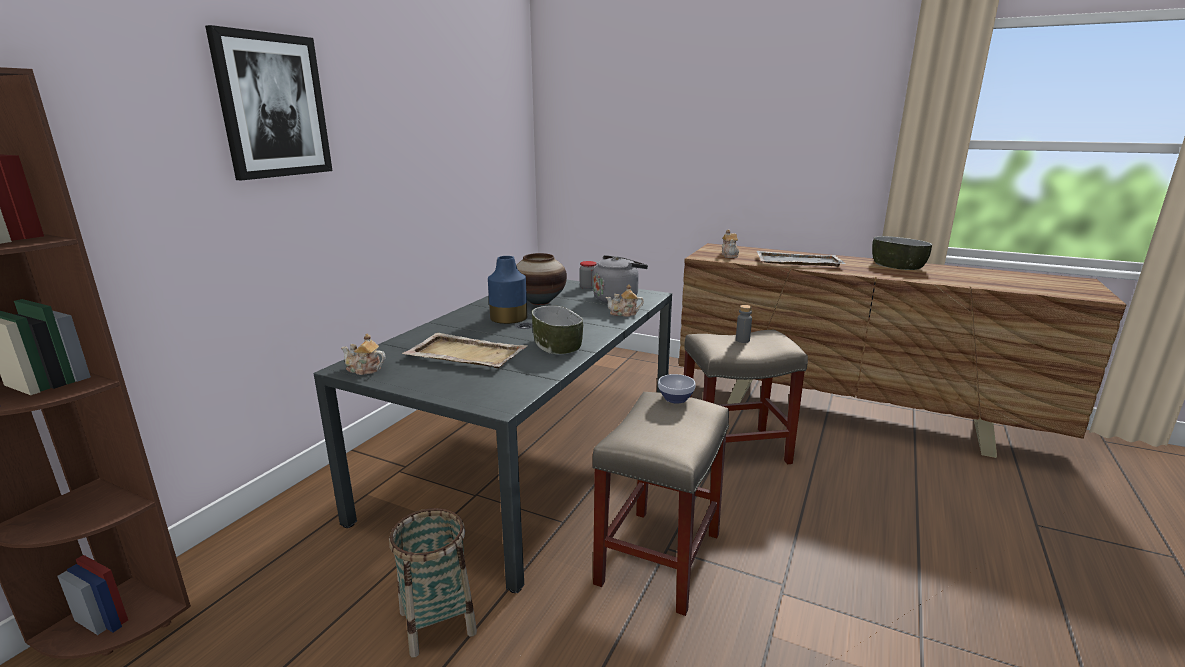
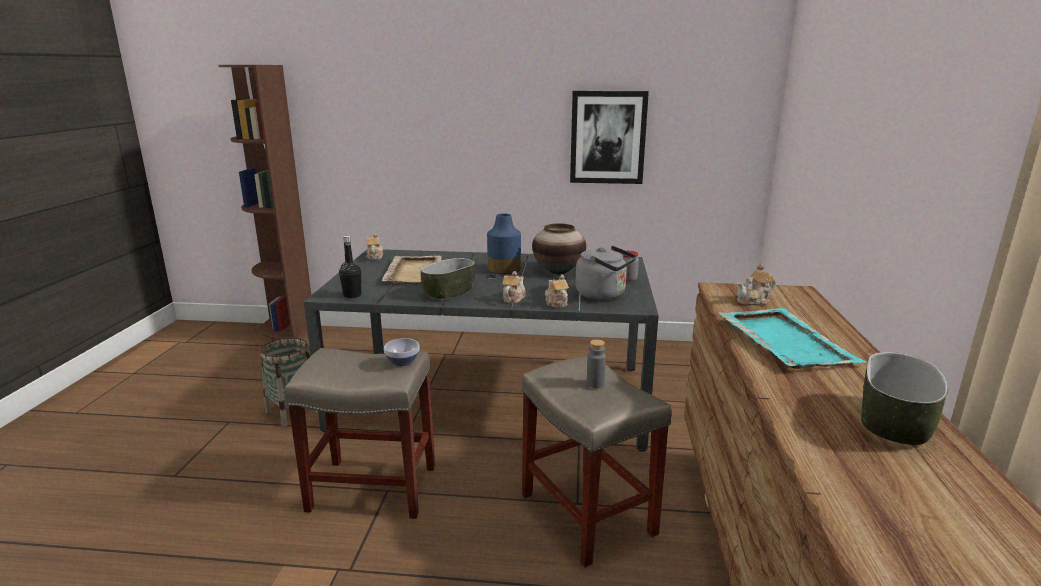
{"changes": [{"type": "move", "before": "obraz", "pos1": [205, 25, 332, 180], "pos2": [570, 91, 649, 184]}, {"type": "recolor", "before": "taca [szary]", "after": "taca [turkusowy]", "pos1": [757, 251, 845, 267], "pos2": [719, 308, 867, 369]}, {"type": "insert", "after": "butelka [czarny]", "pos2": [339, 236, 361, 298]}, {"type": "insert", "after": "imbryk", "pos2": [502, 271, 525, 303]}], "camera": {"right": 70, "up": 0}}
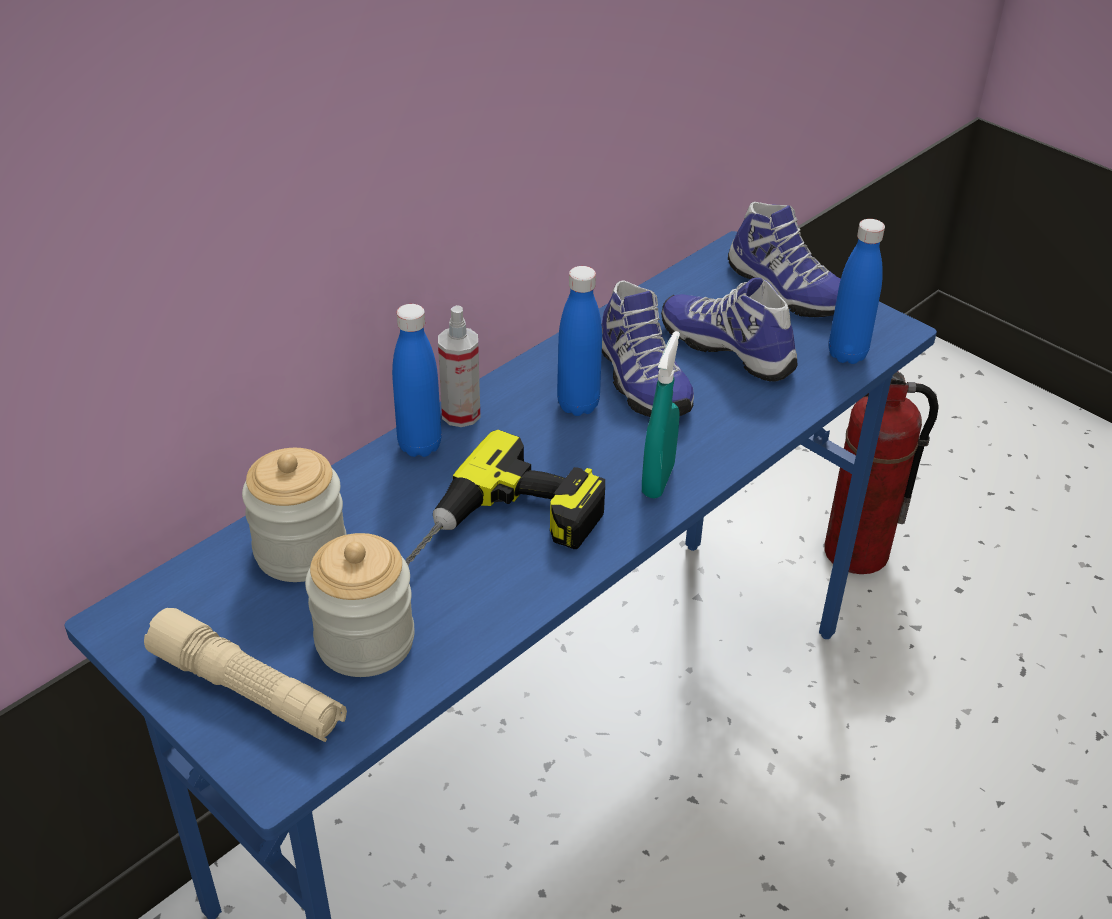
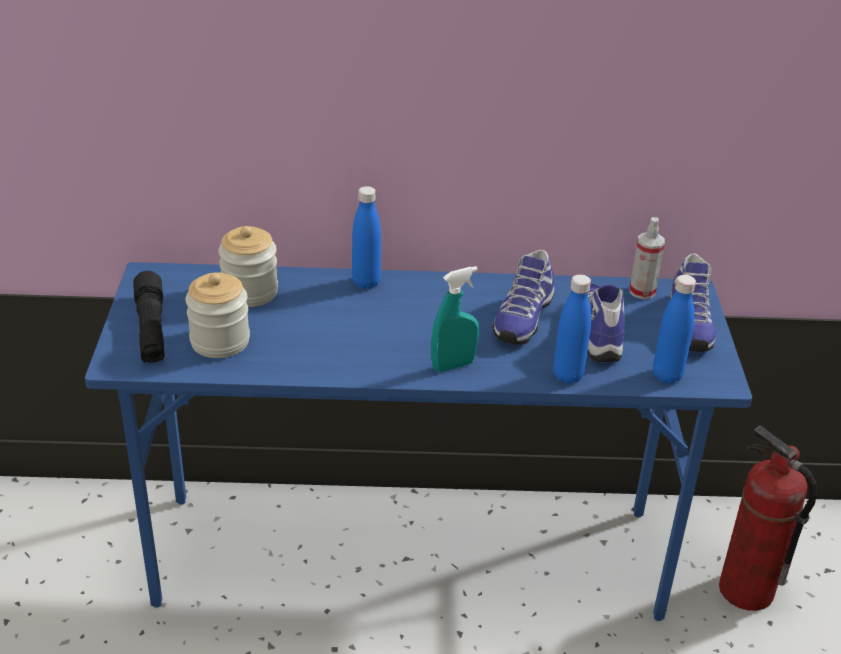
{"changes": [{"type": "move", "before": "butelka [niebieski]", "pos1": [557, 266, 602, 416], "pos2": [553, 274, 591, 384]}, {"type": "move", "before": "spryskiwacz", "pos1": [438, 305, 480, 427], "pos2": [629, 217, 665, 299]}, {"type": "delete", "before": "wiertarka", "pos1": [406, 430, 605, 566]}, {"type": "recolor", "before": "latarka [beżowy]", "after": "latarka [czarny]", "pos1": [144, 608, 347, 742], "pos2": [133, 271, 165, 363]}], "camera": {"right": 45, "up": -5}}
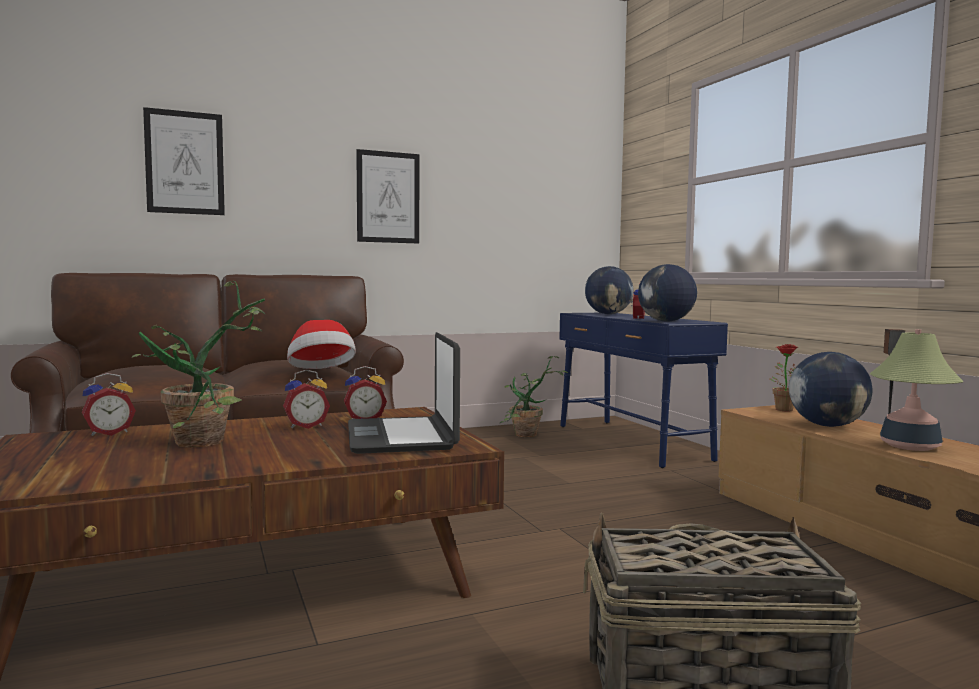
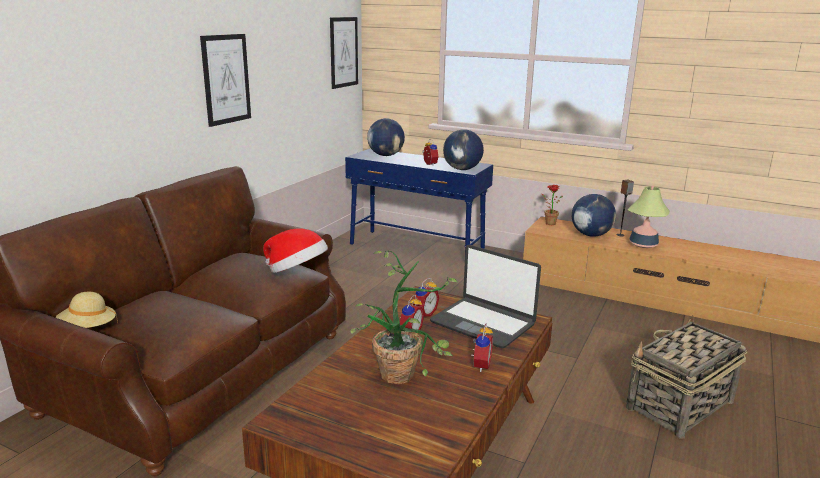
{"changes": [{"type": "move", "before": "obraz", "pos1": [143, 107, 225, 215], "pos2": [330, 17, 358, 89]}, {"type": "delete", "before": "roślina doniczkowa", "pos1": [500, 356, 568, 437]}, {"type": "move", "before": "budzik", "pos1": [82, 373, 136, 436], "pos2": [471, 323, 493, 372]}, {"type": "insert", "after": "kapelusz [beżowy]", "pos2": [55, 292, 118, 328]}], "camera": {"right": -40, "up": 15}}
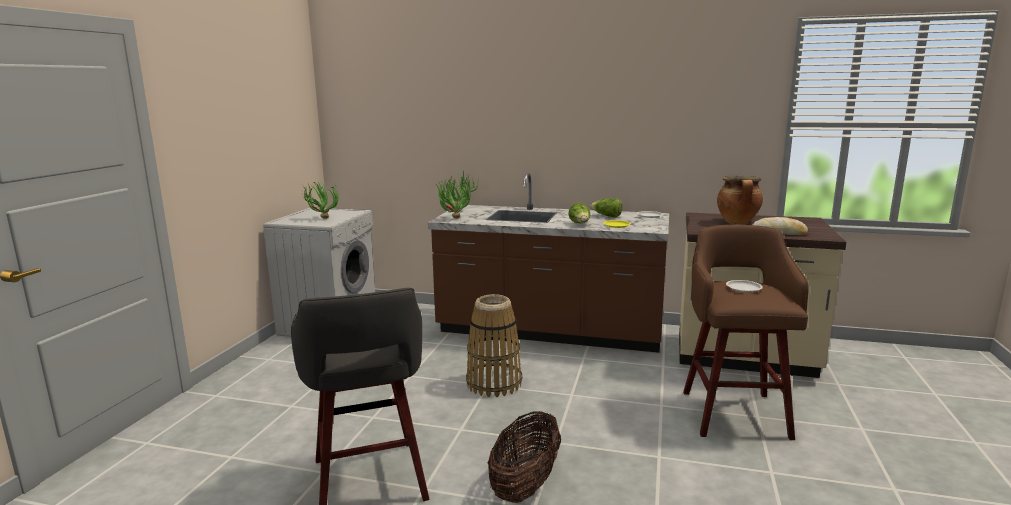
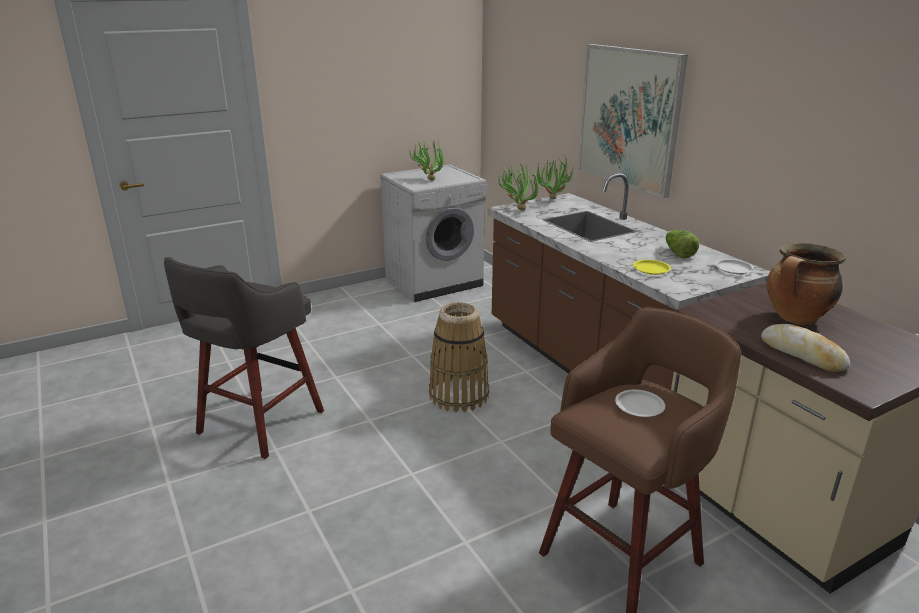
{"changes": [{"type": "delete", "before": "sałata", "pos1": [568, 203, 590, 223]}, {"type": "delete", "before": "koszyk", "pos1": [488, 411, 561, 503]}, {"type": "insert", "after": "obraz", "pos2": [578, 44, 688, 198]}], "camera": {"right": 45, "up": 10}}
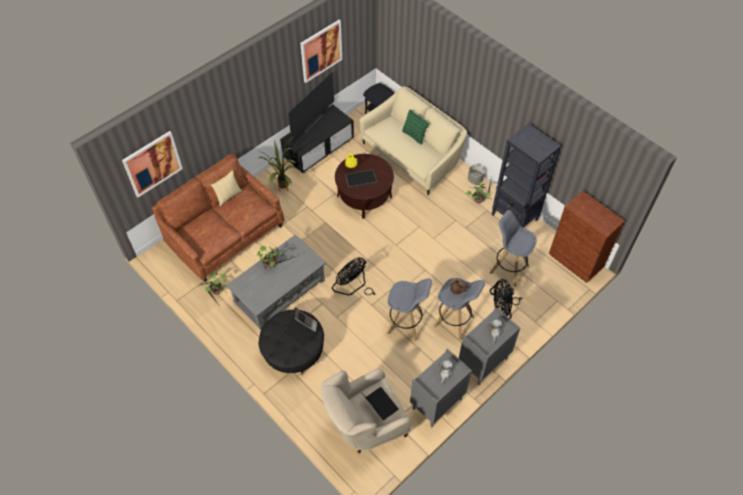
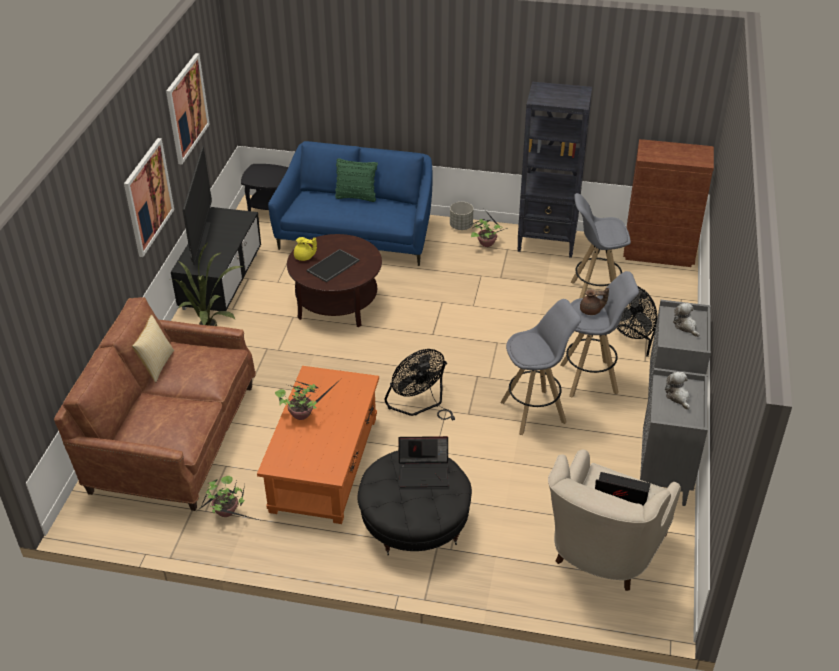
{"changes": [{"type": "recolor", "before": "kanapa [beżowy]", "after": "kanapa [niebieski]", "pos1": [360, 86, 467, 195], "pos2": [268, 141, 433, 266]}, {"type": "move", "before": "obraz", "pos1": [122, 131, 183, 197], "pos2": [124, 138, 174, 257]}, {"type": "recolor", "before": "ława [szary]", "after": "ława [pomarańczowy]", "pos1": [226, 234, 326, 330], "pos2": [257, 366, 379, 524]}, {"type": "rotate", "before": "wentylator [czarny]", "pos1": [332, 257, 375, 295], "pos2": [385, 349, 455, 421], "turn": 45}], "camera": {"right": -35, "up": -15}}
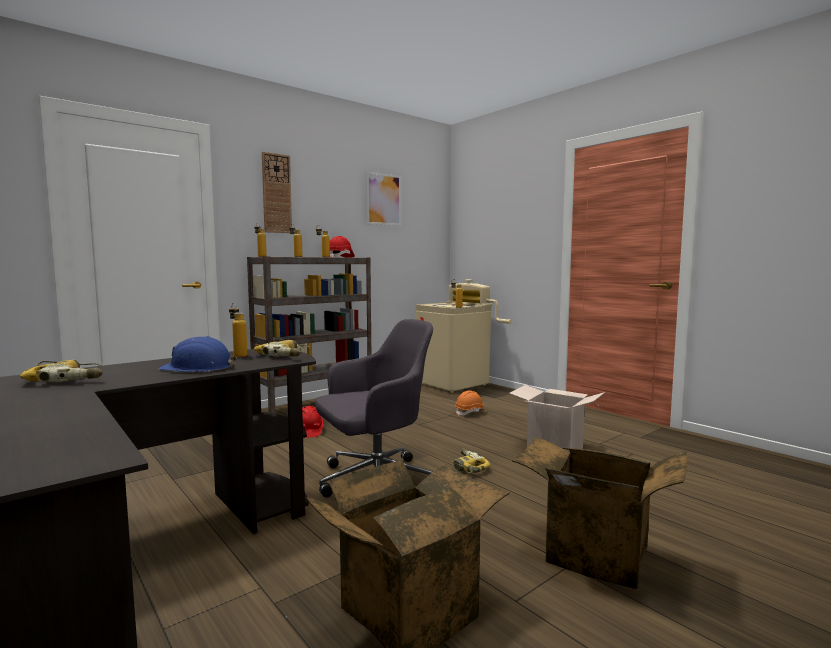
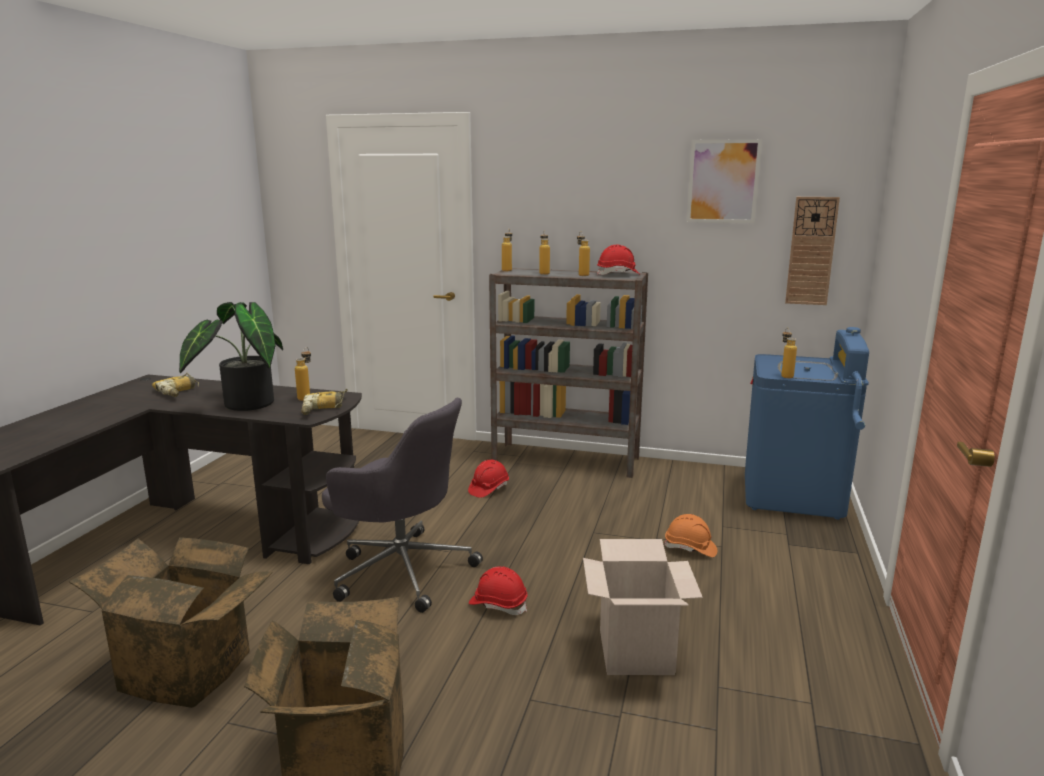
{"changes": [{"type": "move", "before": "zegar ścienny", "pos1": [262, 152, 292, 233], "pos2": [785, 197, 840, 305]}, {"type": "recolor", "before": "pralka [beżowy]", "after": "pralka [niebieski]", "pos1": [416, 279, 512, 393], "pos2": [745, 327, 869, 520]}, {"type": "replace", "before": "kask [niebieski]", "after": "roślina doniczkowa", "pos1": [159, 336, 237, 372], "pos2": [179, 302, 283, 411]}, {"type": "replace", "before": "wiertarka", "after": "kask [czerwony]", "pos1": [448, 448, 491, 474], "pos2": [469, 567, 528, 615]}], "camera": {"right": 55, "up": 10}}
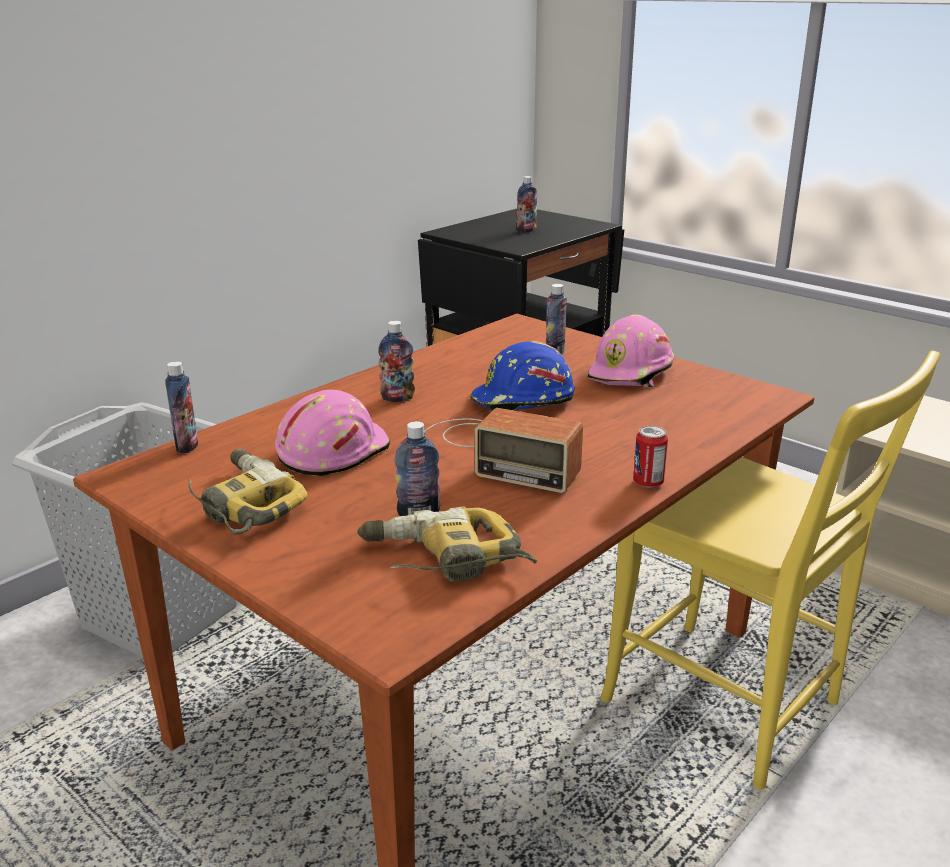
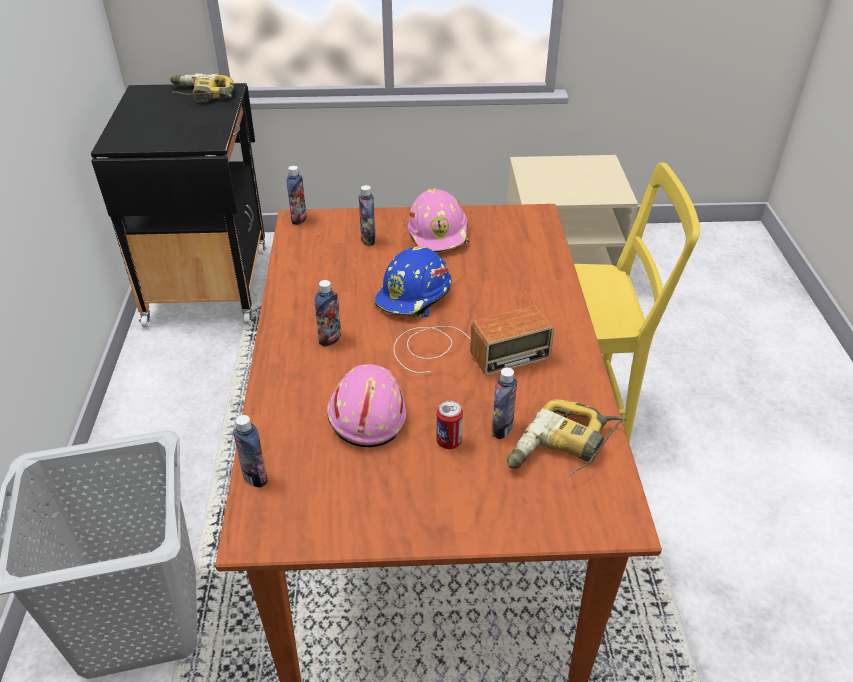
{"changes": [{"type": "move", "before": "butelka", "pos1": [517, 176, 537, 232], "pos2": [286, 166, 307, 225]}, {"type": "move", "before": "puszka", "pos1": [633, 426, 668, 488], "pos2": [436, 401, 463, 449]}, {"type": "move", "before": "wiertarka", "pos1": [188, 449, 308, 535], "pos2": [170, 73, 234, 103]}], "camera": {"right": -45, "up": 15}}
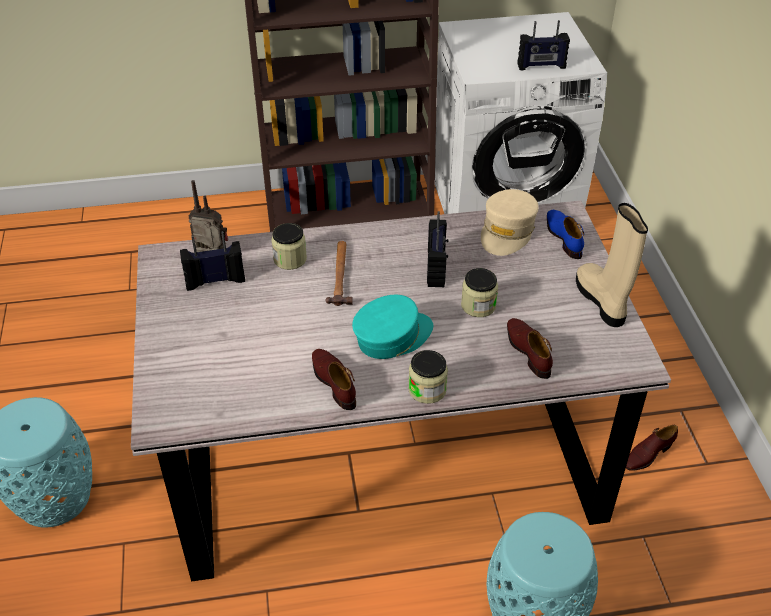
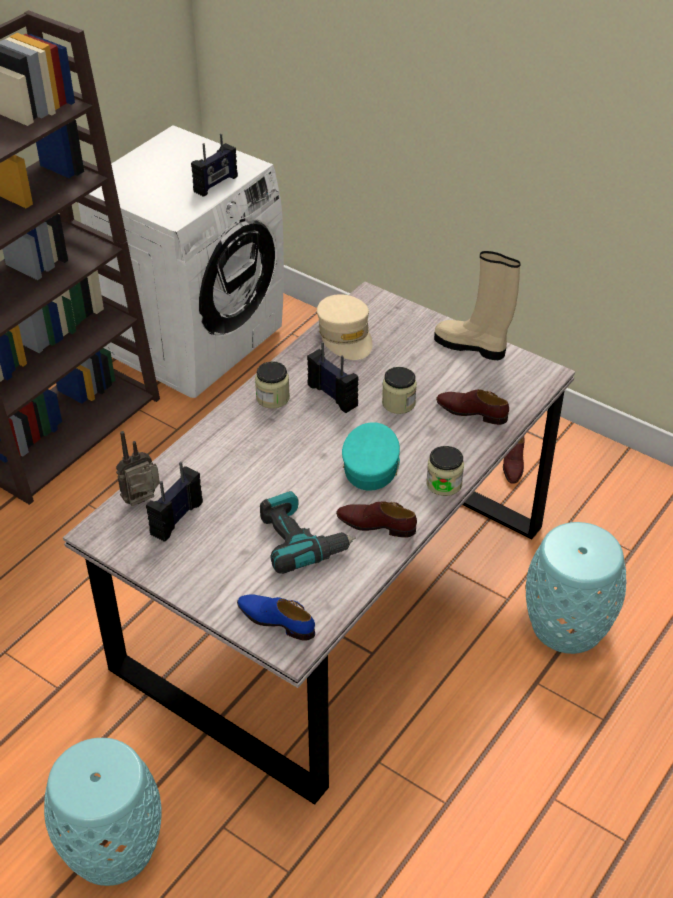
{"changes": [{"type": "move", "before": "but [niebieski]", "pos1": [547, 210, 584, 259], "pos2": [237, 594, 315, 641]}, {"type": "move", "before": "słoik", "pos1": [271, 223, 307, 270], "pos2": [255, 361, 290, 409]}, {"type": "delete", "before": "młotek", "pos1": [326, 241, 353, 306]}, {"type": "insert", "after": "wiertarka", "pos2": [260, 491, 356, 574]}], "camera": {"right": -45, "up": 0}}
